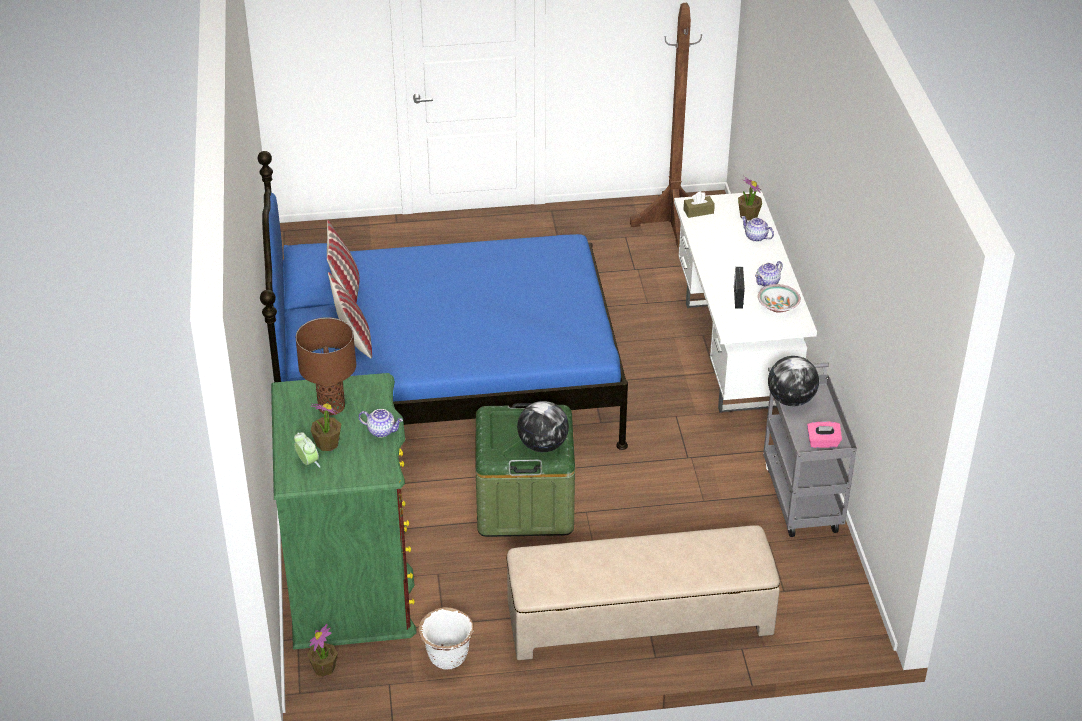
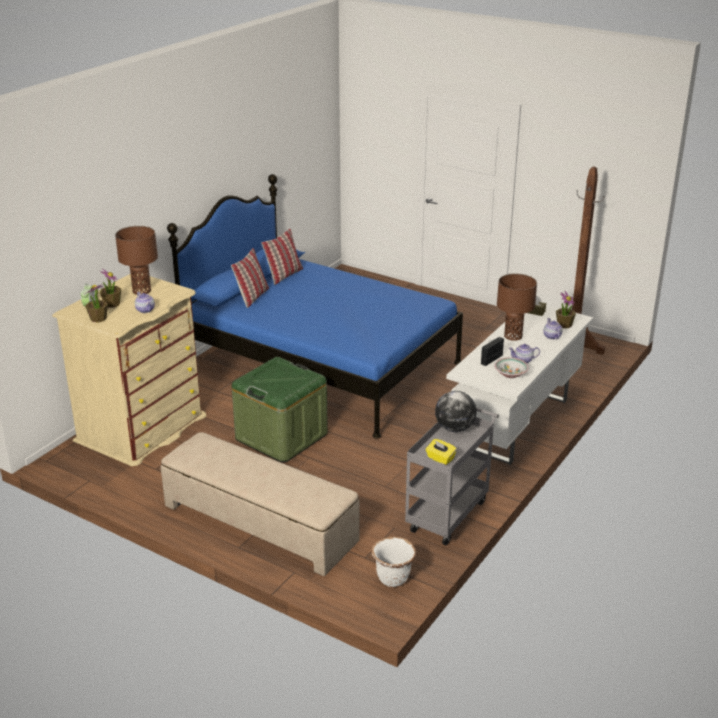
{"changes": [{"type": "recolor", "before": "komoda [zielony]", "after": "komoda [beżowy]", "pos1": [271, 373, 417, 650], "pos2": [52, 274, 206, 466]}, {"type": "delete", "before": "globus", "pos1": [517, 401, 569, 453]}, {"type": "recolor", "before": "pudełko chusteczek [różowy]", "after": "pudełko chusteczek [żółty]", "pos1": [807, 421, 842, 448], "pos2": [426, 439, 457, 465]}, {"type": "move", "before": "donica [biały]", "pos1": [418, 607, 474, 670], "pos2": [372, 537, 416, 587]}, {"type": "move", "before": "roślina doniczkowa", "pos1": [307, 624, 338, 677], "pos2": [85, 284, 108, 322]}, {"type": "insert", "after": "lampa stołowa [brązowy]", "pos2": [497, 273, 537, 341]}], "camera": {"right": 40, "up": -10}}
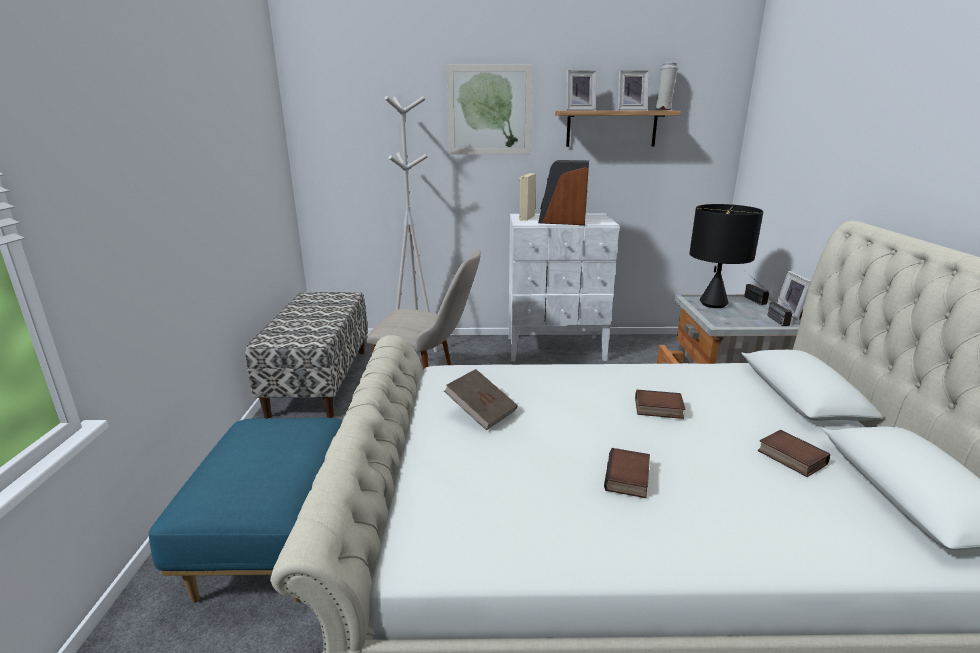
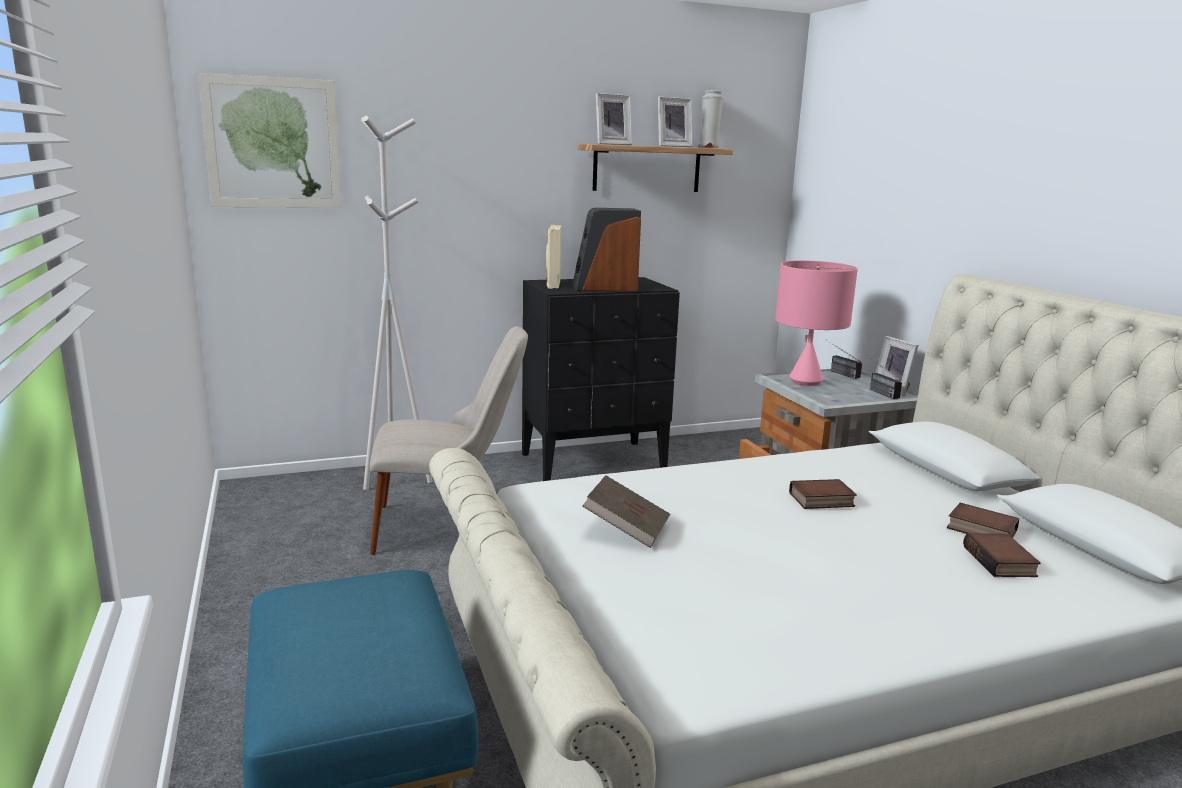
{"changes": [{"type": "move", "before": "obraz", "pos1": [447, 65, 533, 155], "pos2": [198, 73, 342, 208]}, {"type": "recolor", "before": "lampa stołowa [czarny]", "after": "lampa stołowa [różowy]", "pos1": [689, 204, 763, 308], "pos2": [775, 261, 858, 386]}, {"type": "recolor", "before": "komoda [biały]", "after": "komoda [czarny]", "pos1": [508, 213, 619, 361], "pos2": [522, 277, 680, 481]}, {"type": "delete", "before": "ławka", "pos1": [245, 292, 368, 418]}, {"type": "move", "before": "książka", "pos1": [604, 448, 650, 498], "pos2": [963, 533, 1041, 577]}], "camera": {"right": -20, "up": -5}}
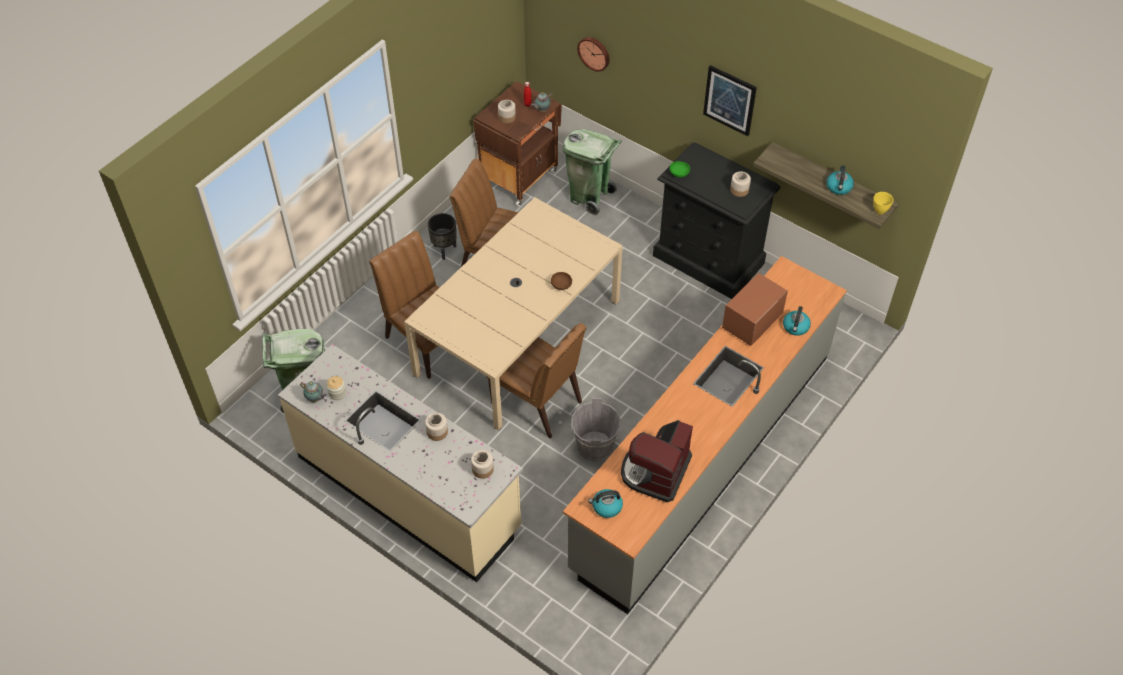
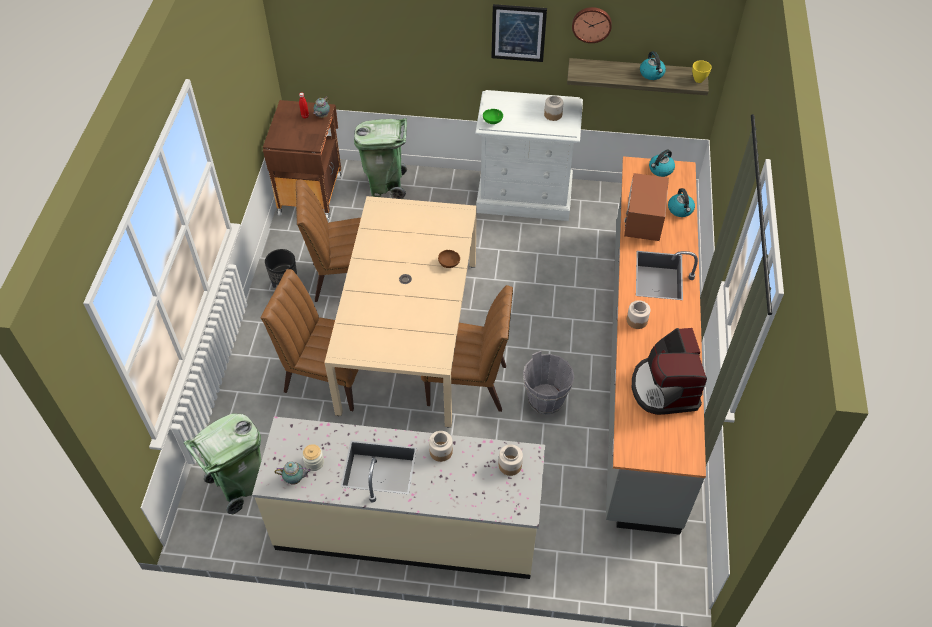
{"changes": [{"type": "move", "before": "zegar ścienny", "pos1": [577, 37, 610, 72], "pos2": [572, 7, 612, 43]}, {"type": "move", "before": "słoik", "pos1": [498, 100, 516, 123], "pos2": [627, 300, 650, 329]}, {"type": "recolor", "before": "komoda [czarny]", "after": "komoda [biały]", "pos1": [653, 142, 781, 299], "pos2": [475, 90, 583, 221]}, {"type": "move", "before": "czajnik", "pos1": [588, 489, 623, 518], "pos2": [649, 149, 675, 177]}], "camera": {"right": -30, "up": 0}}
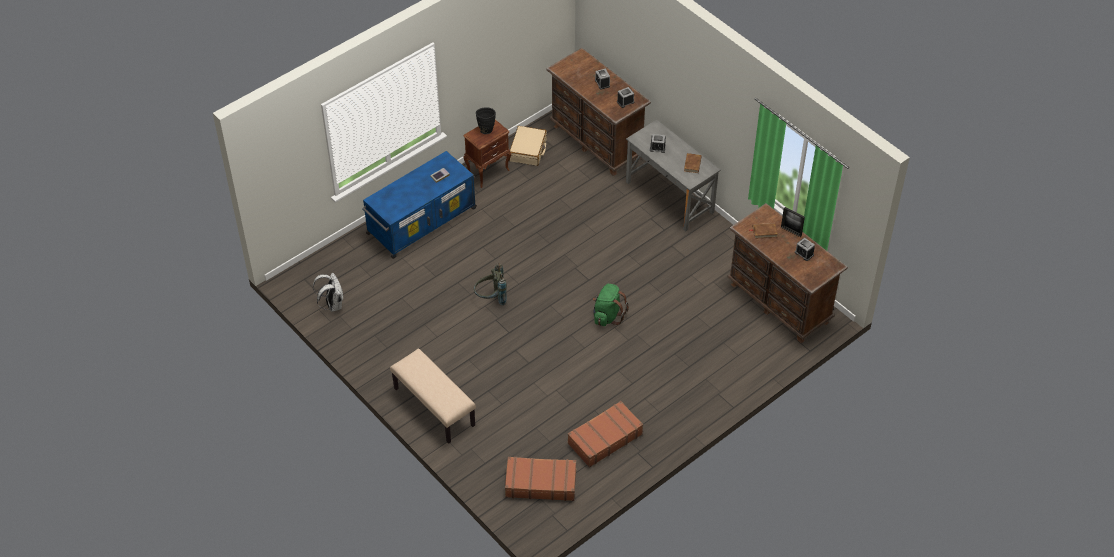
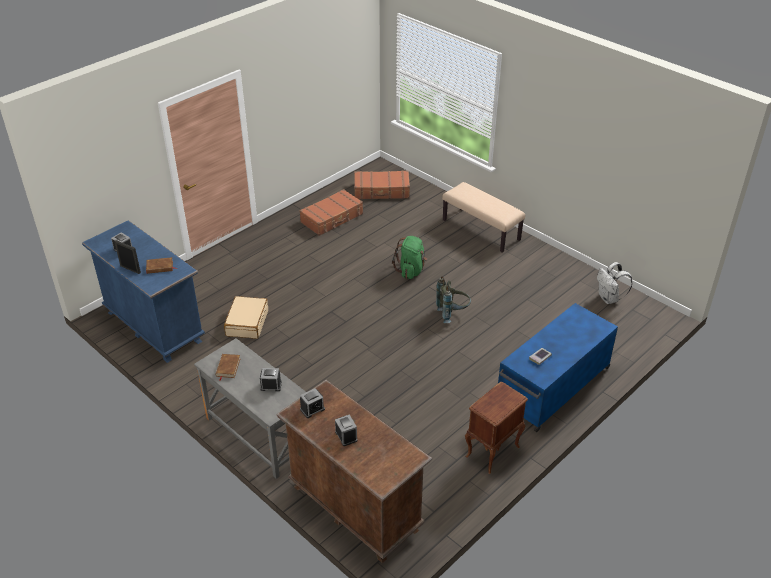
{"changes": [{"type": "delete", "before": "wazon [czarny]", "pos1": [476, 107, 496, 134]}, {"type": "move", "before": "walizka [beżowy]", "pos1": [509, 126, 547, 166], "pos2": [224, 296, 268, 339]}, {"type": "recolor", "before": "komoda [brązowy]", "after": "komoda [niebieski]", "pos1": [727, 203, 848, 343], "pos2": [82, 220, 205, 363]}, {"type": "move", "before": "plecak [zielony]", "pos1": [592, 284, 629, 326], "pos2": [392, 236, 427, 279]}], "camera": {"right": 175, "up": -10}}
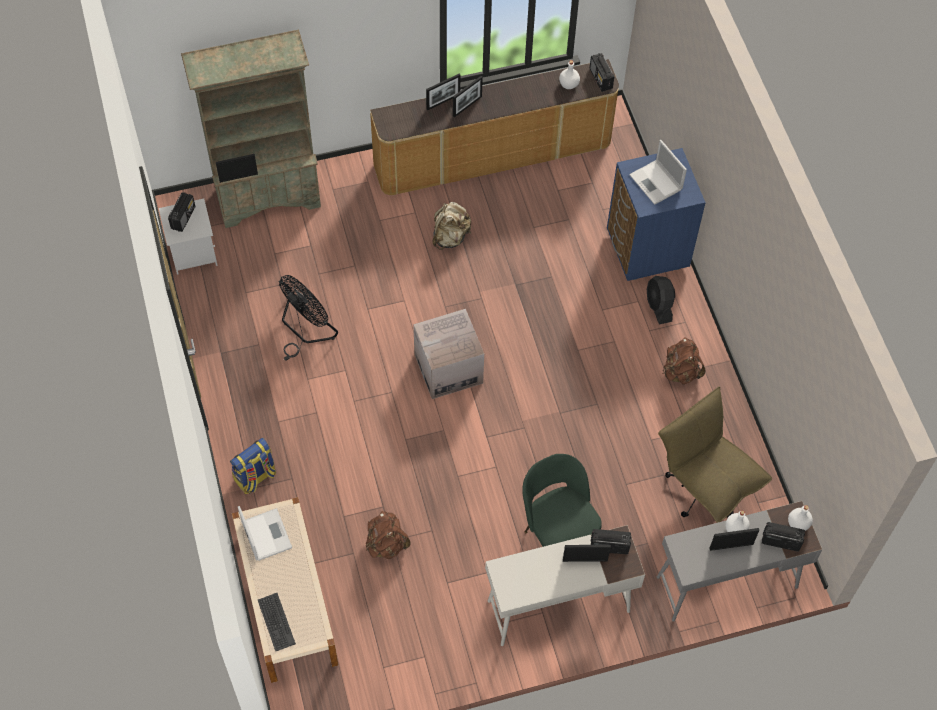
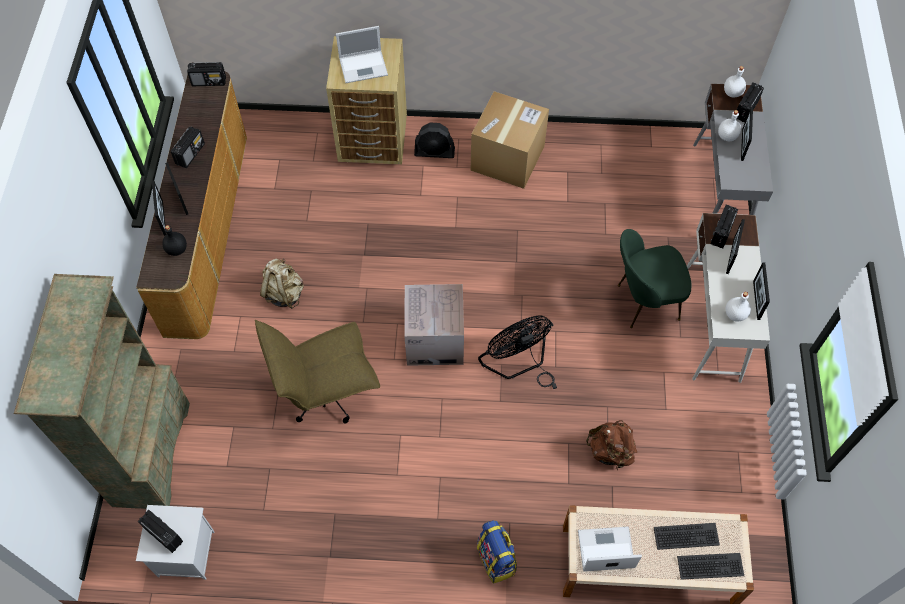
{"changes": [{"type": "move", "before": "butelka [biały]", "pos1": [559, 60, 580, 89], "pos2": [726, 292, 751, 321]}, {"type": "recolor", "before": "komoda [niebieski]", "after": "komoda [brązowy]", "pos1": [607, 148, 706, 281], "pos2": [326, 36, 407, 164]}, {"type": "move", "before": "ramka na zdjęcie", "pos1": [216, 154, 258, 183], "pos2": [753, 263, 770, 320]}, {"type": "move", "before": "wentylator [czarny]", "pos1": [279, 275, 338, 361], "pos2": [478, 315, 557, 389]}, {"type": "replace", "before": "plecak [brązowy]", "after": "karton", "pos1": [663, 337, 706, 385], "pos2": [470, 91, 549, 189]}, {"type": "move", "before": "krzesło biurowe [beżowy]", "pos1": [658, 387, 772, 523], "pos2": [255, 320, 380, 424]}, {"type": "insert", "after": "radio", "pos2": [171, 127, 205, 168]}, {"type": "insert", "after": "butelka [czarny]", "pos2": [162, 225, 187, 256]}, {"type": "insert", "after": "klawiatura", "pos2": [654, 523, 720, 550]}], "camera": {"right": -70, "up": 0}}
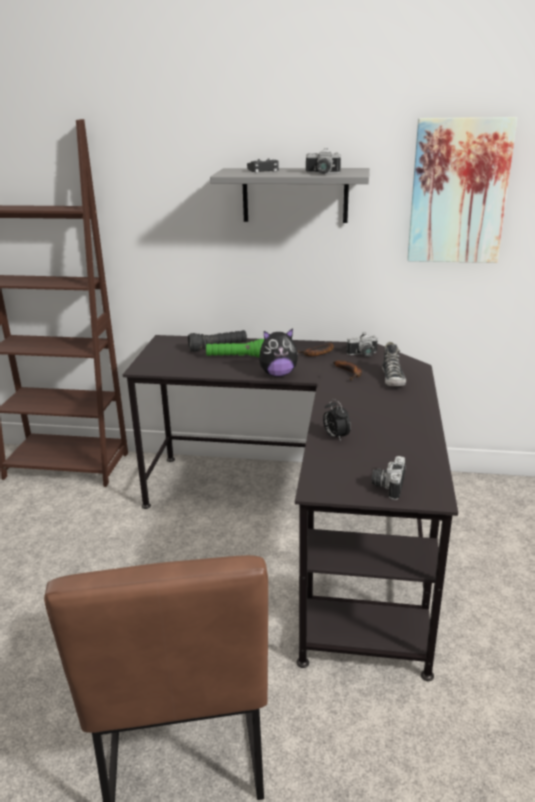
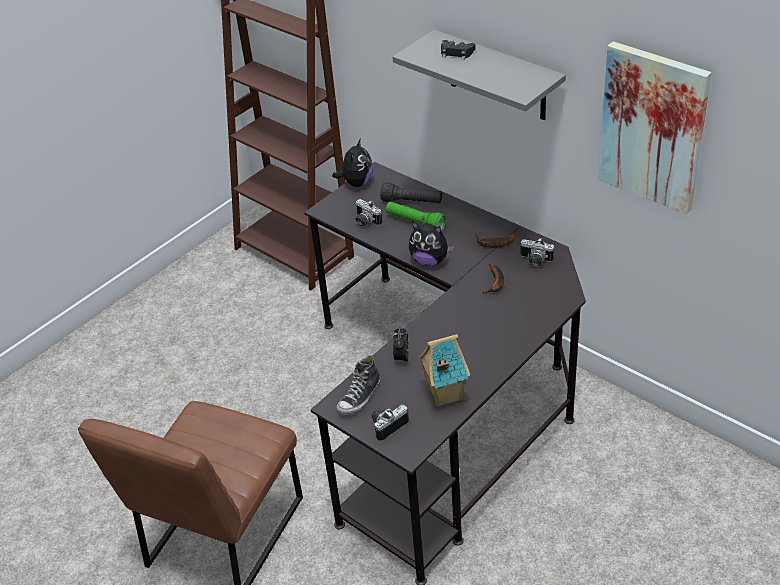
{"changes": [{"type": "move", "before": "aparat fotograficzny", "pos1": [306, 148, 341, 174], "pos2": [355, 199, 382, 226]}, {"type": "move", "before": "but", "pos1": [382, 342, 406, 387], "pos2": [336, 355, 381, 415]}, {"type": "insert", "after": "pluszak", "pos2": [332, 139, 373, 187]}, {"type": "insert", "after": "domek", "pos2": [418, 334, 470, 407]}], "camera": {"right": 35, "up": 15}}
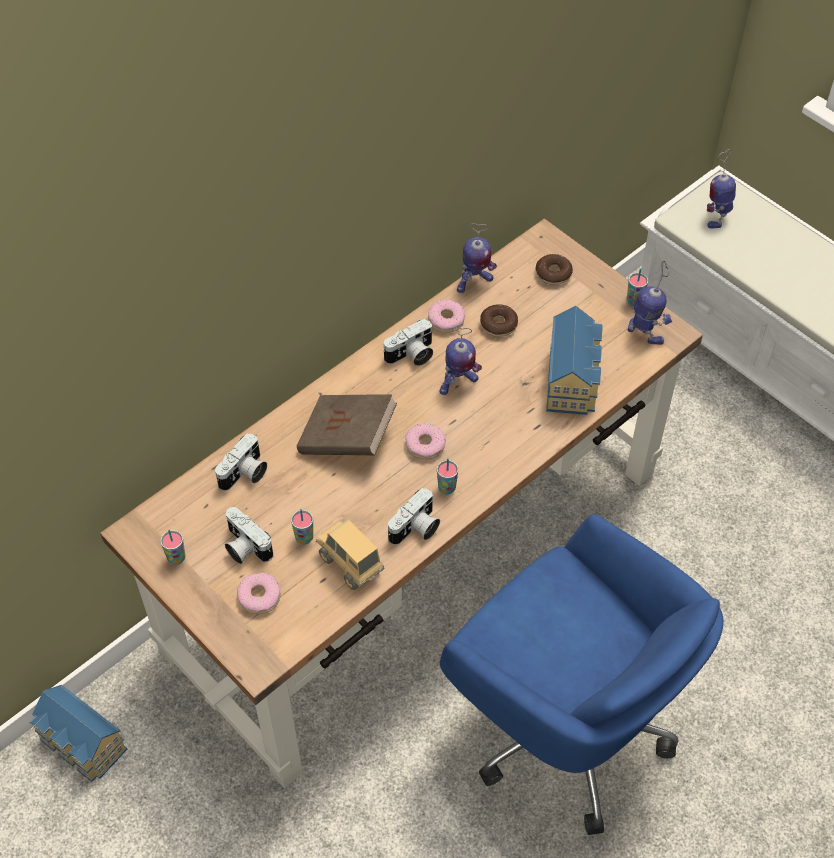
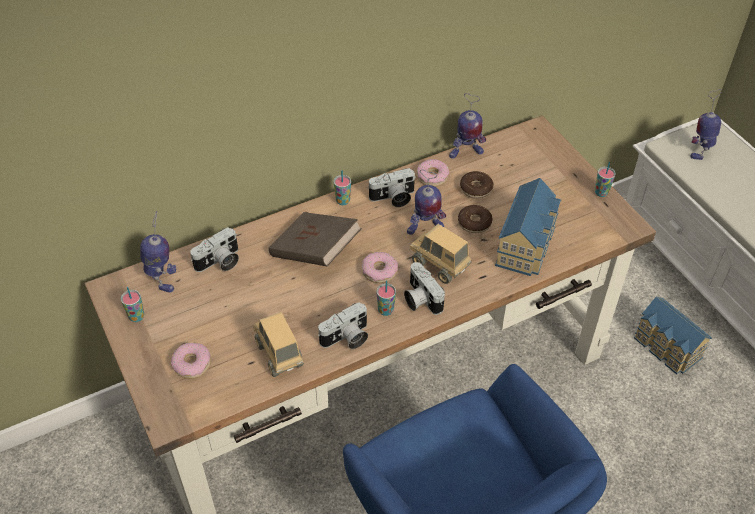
{"changes": [{"type": "move", "before": "donut", "pos1": [536, 254, 573, 285], "pos2": [458, 205, 493, 233]}, {"type": "move", "before": "robot zabawkowy", "pos1": [628, 261, 672, 345], "pos2": [140, 211, 177, 293]}, {"type": "move", "before": "aparat fotograficzny", "pos1": [225, 507, 273, 564], "pos2": [404, 262, 445, 315]}, {"type": "move", "before": "filiżanka", "pos1": [291, 509, 313, 545], "pos2": [334, 170, 351, 205]}, {"type": "move", "before": "domek", "pos1": [30, 685, 127, 782], "pos2": [634, 297, 712, 375]}, {"type": "insert", "after": "ciężarówka zabawkowa", "pos2": [409, 224, 471, 284]}], "camera": {"right": 15, "up": -5}}
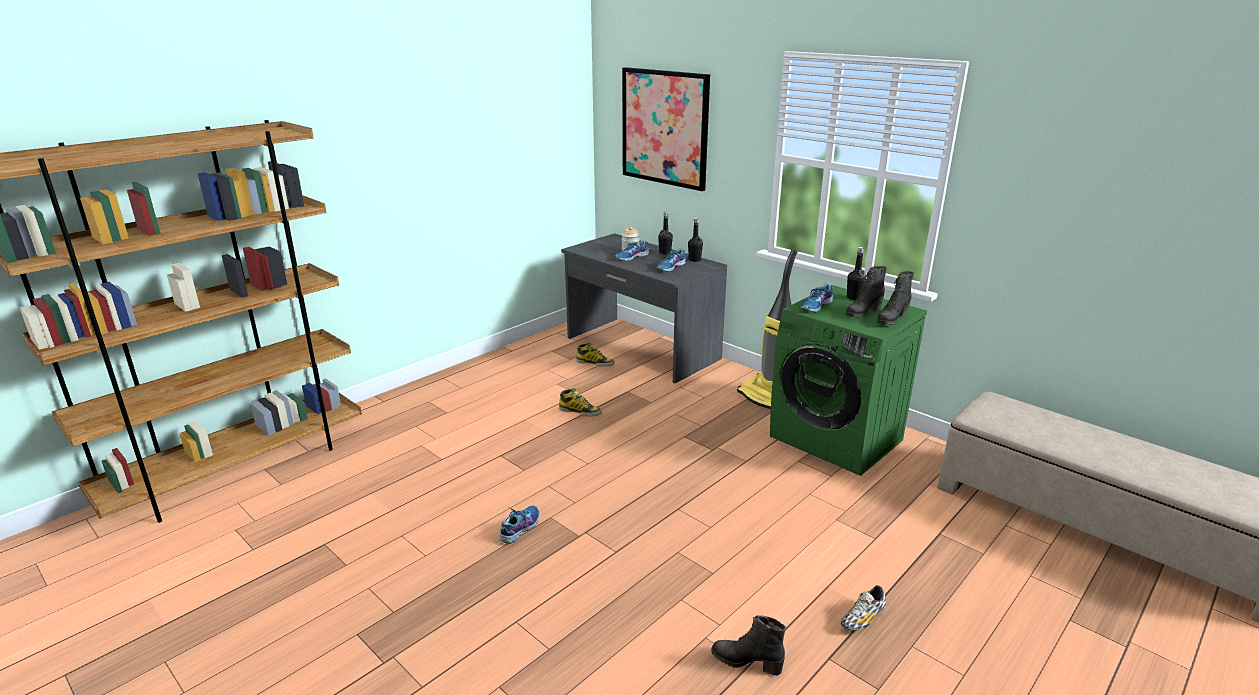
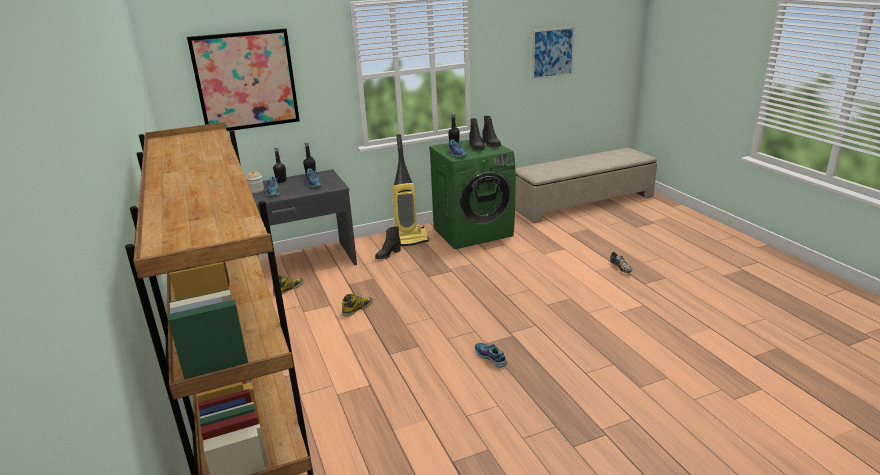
{"changes": [{"type": "move", "before": "but z cholewką [czarny]", "pos1": [711, 615, 786, 676], "pos2": [375, 227, 401, 259]}, {"type": "insert", "after": "obraz", "pos2": [532, 27, 575, 80]}], "camera": {"right": -65, "up": 0}}
